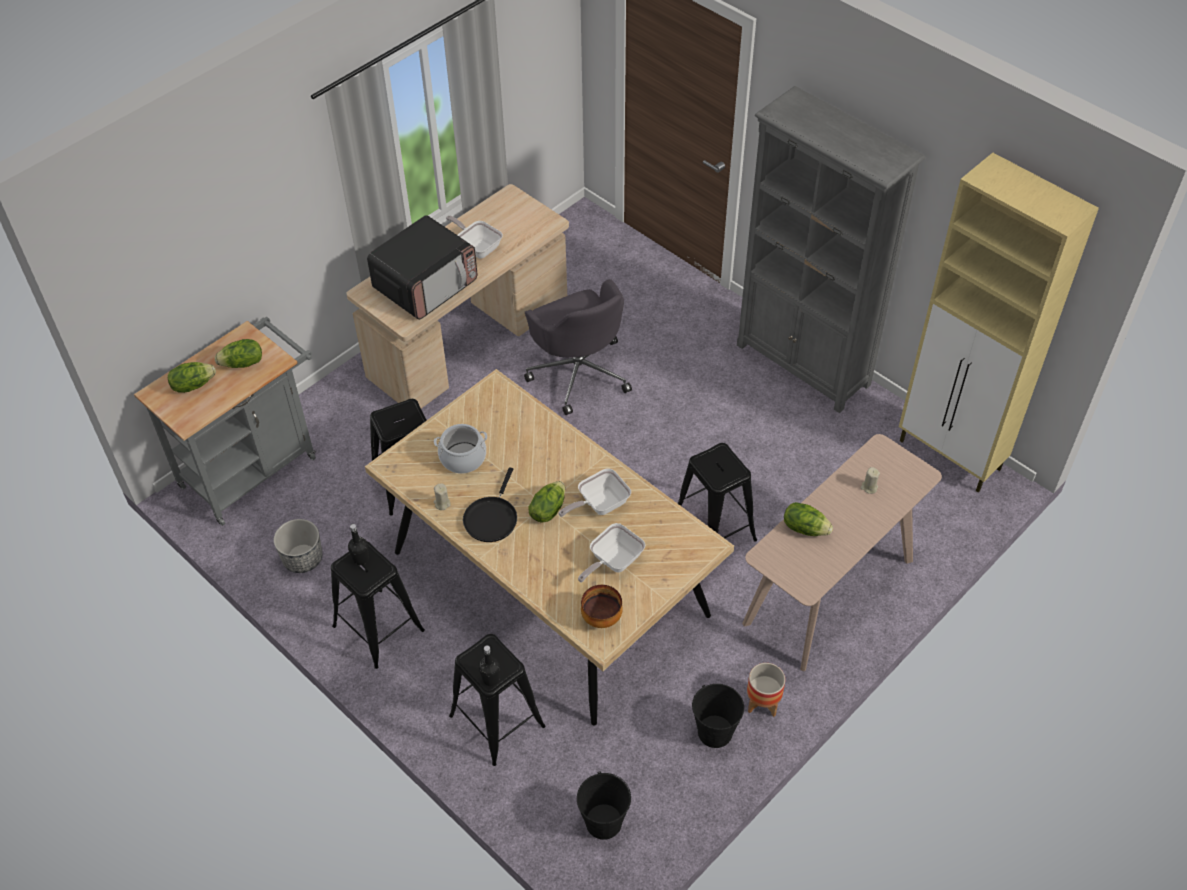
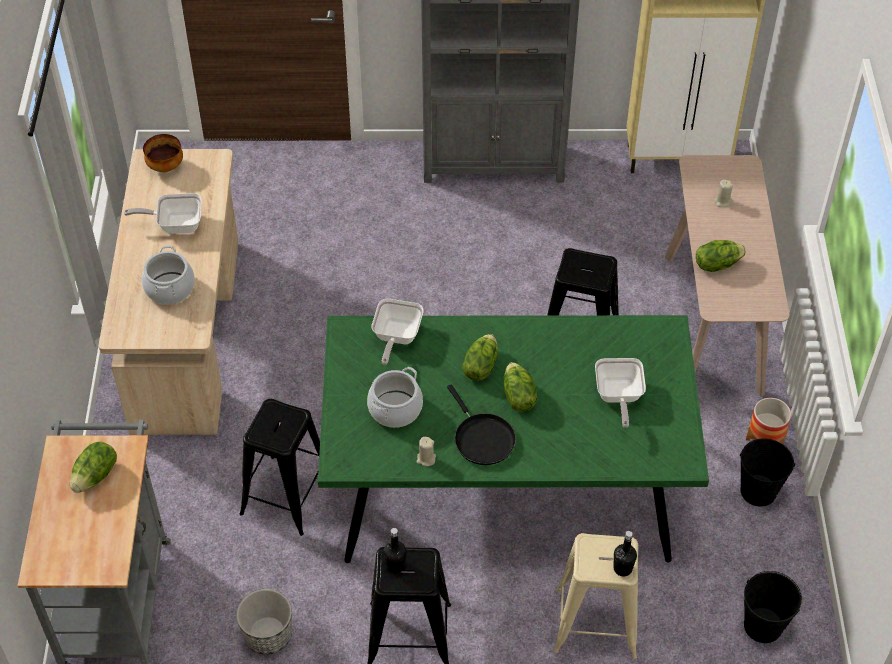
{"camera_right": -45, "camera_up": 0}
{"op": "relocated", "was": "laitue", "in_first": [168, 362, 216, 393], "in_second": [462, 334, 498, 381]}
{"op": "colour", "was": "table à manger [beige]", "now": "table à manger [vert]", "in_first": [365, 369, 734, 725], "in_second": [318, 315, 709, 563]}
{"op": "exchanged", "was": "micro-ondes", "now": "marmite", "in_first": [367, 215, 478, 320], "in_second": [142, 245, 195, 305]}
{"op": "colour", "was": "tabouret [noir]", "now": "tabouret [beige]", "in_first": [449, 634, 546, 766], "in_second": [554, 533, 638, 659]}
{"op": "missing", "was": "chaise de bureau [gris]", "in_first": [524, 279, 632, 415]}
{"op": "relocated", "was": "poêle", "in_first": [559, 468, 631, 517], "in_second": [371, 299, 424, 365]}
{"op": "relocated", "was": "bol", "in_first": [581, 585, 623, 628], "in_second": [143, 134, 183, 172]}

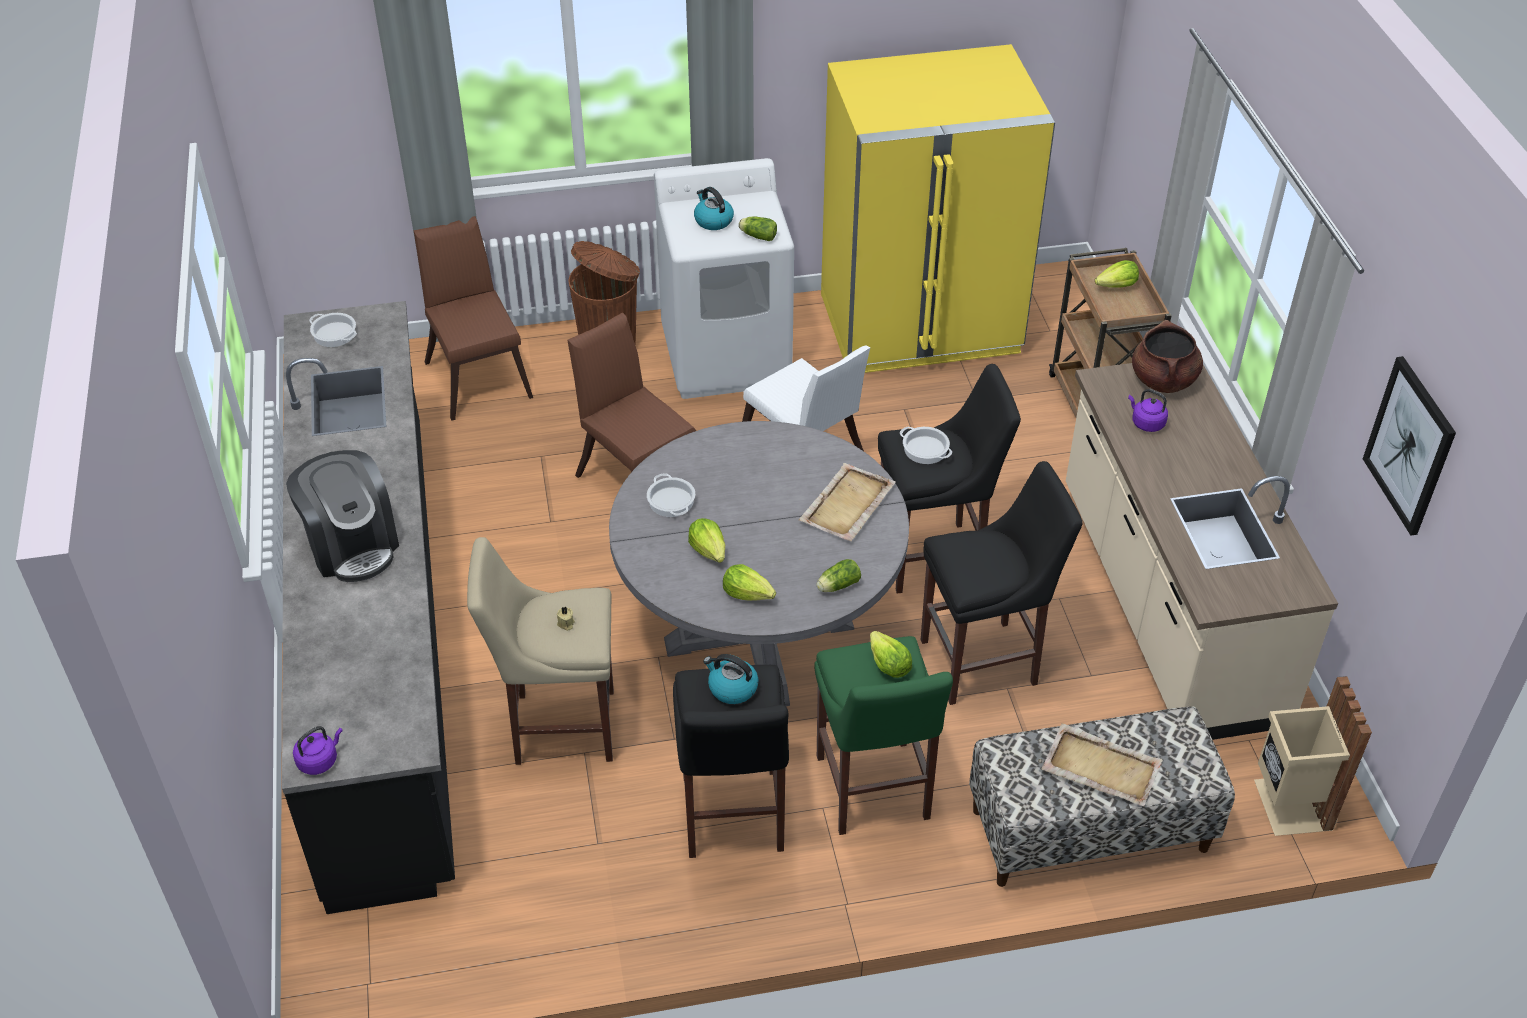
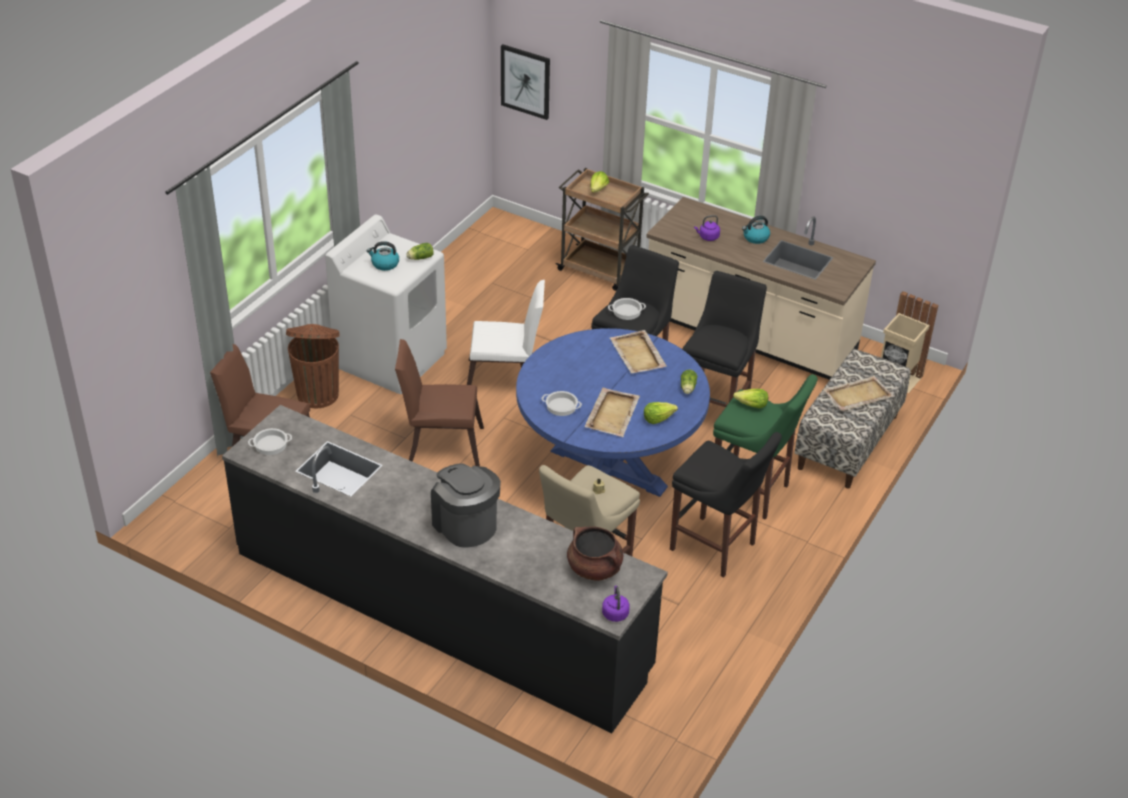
{"camera_right": -50, "camera_up": -5}
{"op": "spun", "was": "machine à café", "in_first": [286, 450, 399, 582], "in_second": [431, 463, 501, 547], "clockwise": -135}
{"op": "colour", "was": "table à manger [gris]", "now": "table à manger [bleu]", "in_first": [609, 421, 909, 706], "in_second": [516, 328, 710, 497]}
{"op": "exchanged", "was": "laitue", "now": "plateau [beige]", "in_first": [688, 518, 725, 563], "in_second": [585, 387, 640, 437]}
{"op": "relocated", "was": "bouilloire", "in_first": [703, 654, 759, 704], "in_second": [742, 216, 770, 244]}
{"op": "missing", "was": "réfrigérateur [jaune]", "in_first": [821, 44, 1055, 373]}
{"op": "relocated", "was": "marmite [marron]", "in_first": [1132, 320, 1203, 393], "in_second": [567, 527, 623, 581]}
{"op": "relocated", "was": "tableau", "in_first": [1363, 356, 1456, 535], "in_second": [501, 44, 550, 120]}

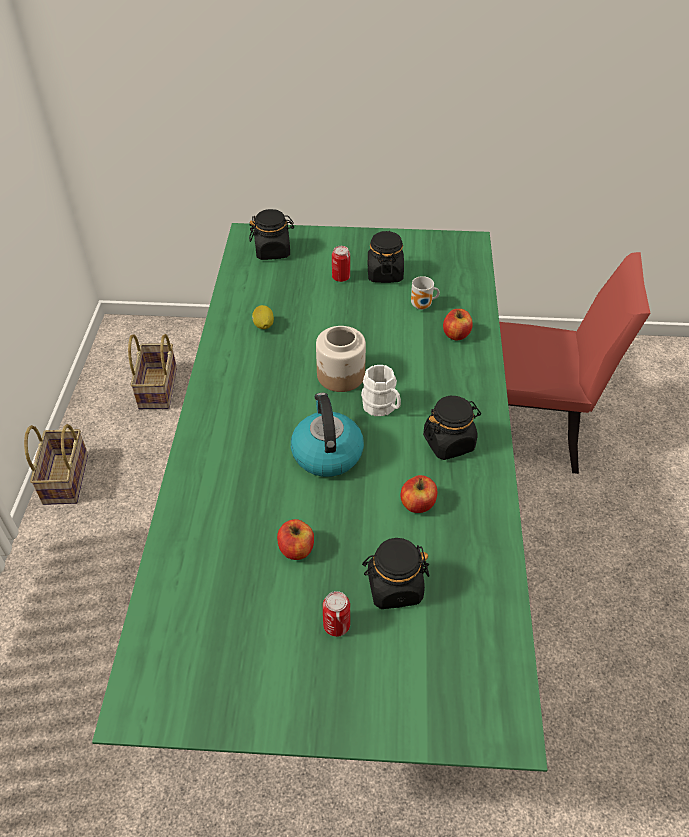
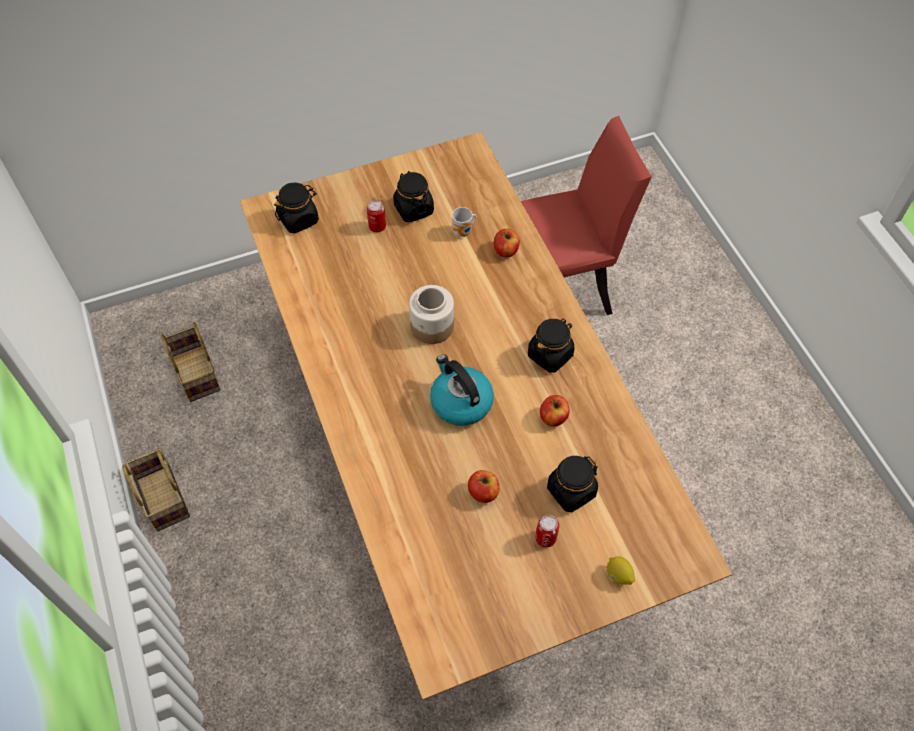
{"camera_right": -25, "camera_up": 10}
{"op": "colour", "was": "table à manger [vert]", "now": "table à manger [marron]", "in_first": [92, 223, 548, 772], "in_second": [240, 132, 732, 700]}
{"op": "relocated", "was": "citron", "in_first": [252, 305, 274, 329], "in_second": [607, 557, 635, 585]}
{"op": "missing", "was": "mug [blanc]", "in_first": [361, 365, 401, 416]}

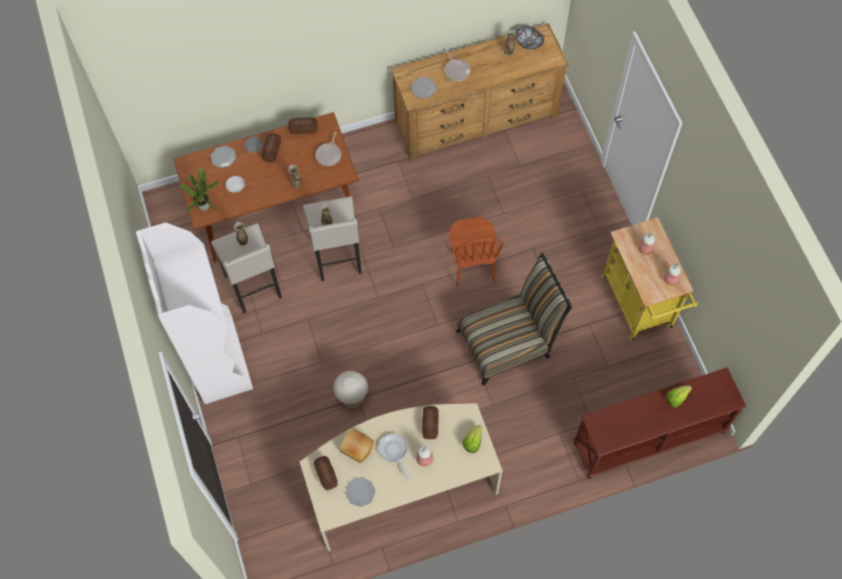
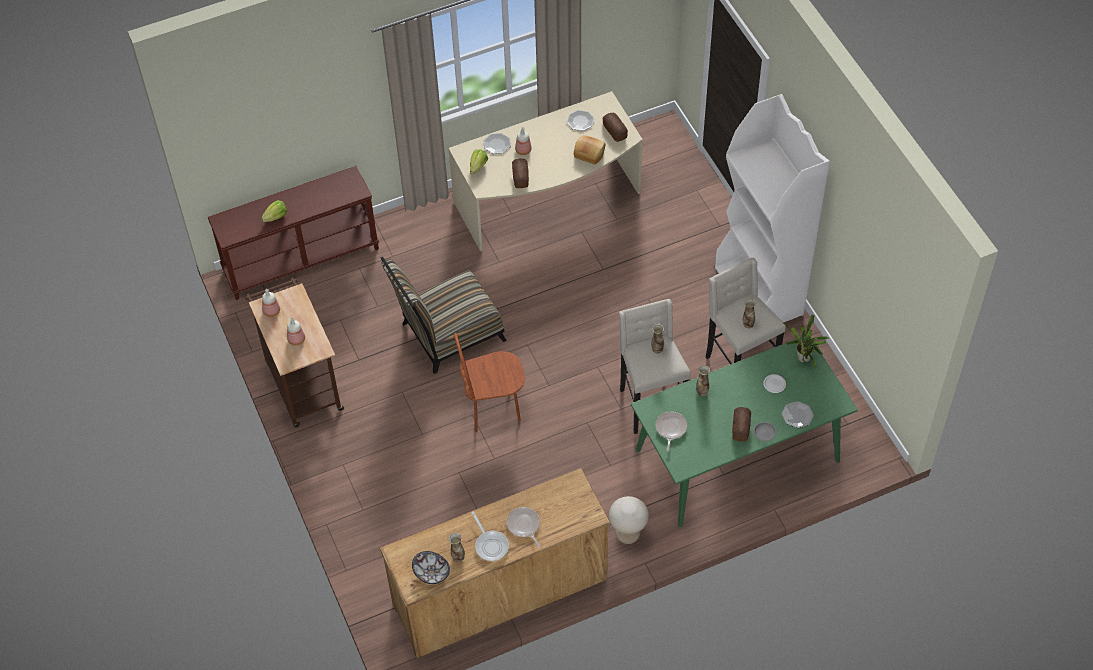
{"camera_right": 175, "camera_up": -10}
{"op": "colour", "was": "table à manger [marron]", "now": "table à manger [vert]", "in_first": [173, 112, 359, 263], "in_second": [631, 337, 858, 528]}
{"op": "missing", "was": "pain", "in_first": [288, 117, 318, 134]}
{"op": "relocated", "was": "tabouret [beige]", "in_first": [333, 371, 368, 408], "in_second": [609, 496, 649, 544]}
{"op": "relocated", "was": "poêle", "in_first": [378, 434, 409, 480], "in_second": [471, 512, 509, 561]}
{"op": "relocated", "was": "assiette", "in_first": [412, 78, 436, 98], "in_second": [484, 133, 511, 154]}
{"op": "spun", "was": "chaise [marron]", "in_first": [449, 217, 504, 287], "in_second": [454, 333, 525, 432], "clockwise": -90}
{"op": "colour", "was": "chariot [jaune]", "now": "chariot [marron]", "in_first": [601, 217, 698, 340], "in_second": [245, 278, 344, 428]}

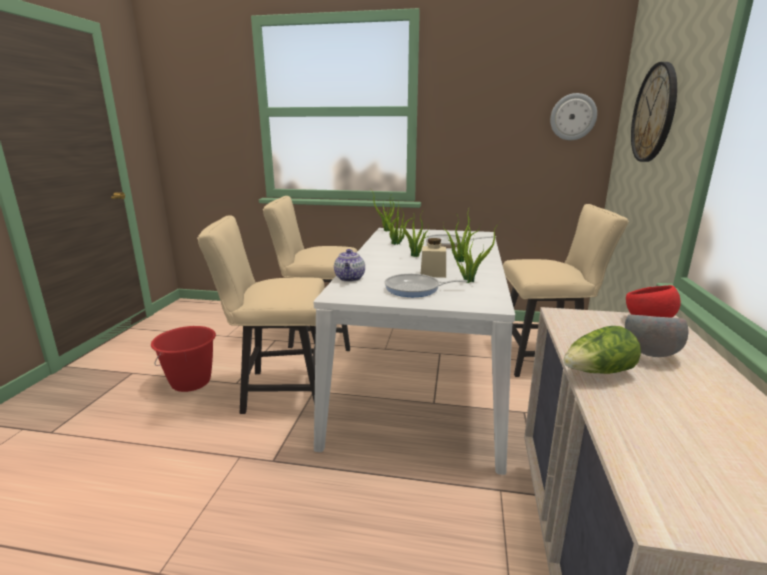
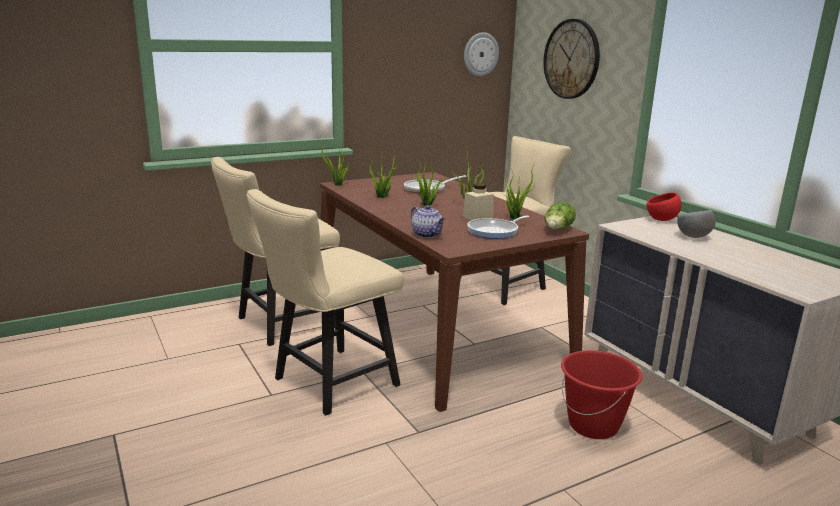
{"camera_right": -40, "camera_up": 0}
{"op": "relocated", "was": "seau [rouge]", "in_first": [151, 326, 216, 392], "in_second": [561, 350, 642, 439]}
{"op": "colour", "was": "table à manger [blanc]", "now": "table à manger [marron]", "in_first": [313, 228, 515, 475], "in_second": [320, 172, 589, 412]}
{"op": "relocated", "was": "laitue", "in_first": [563, 326, 641, 374], "in_second": [544, 202, 576, 230]}

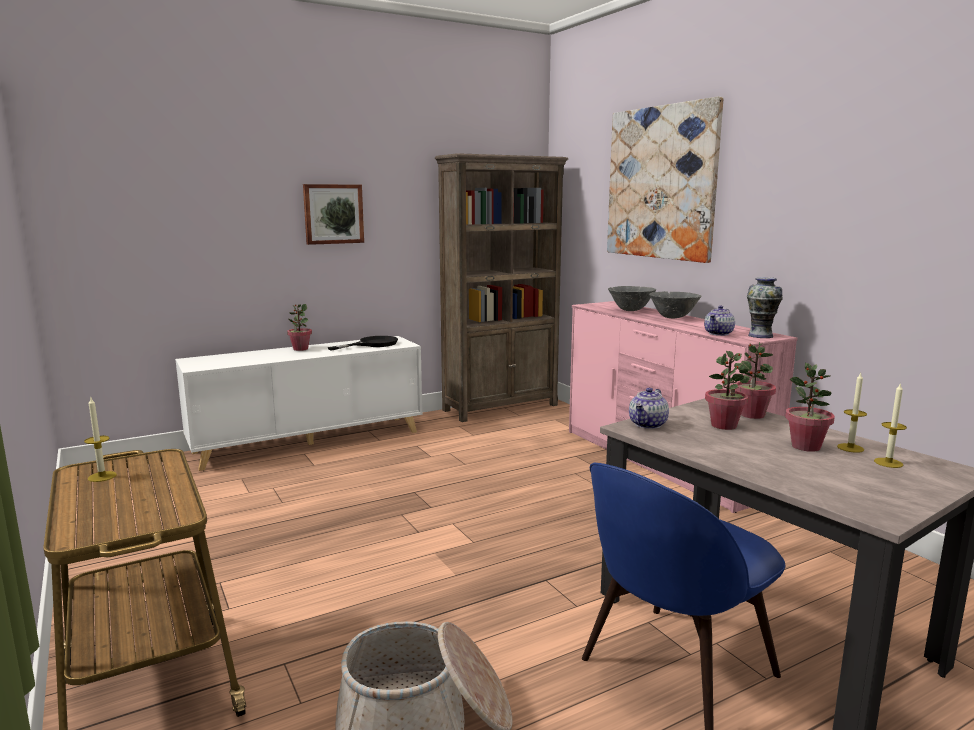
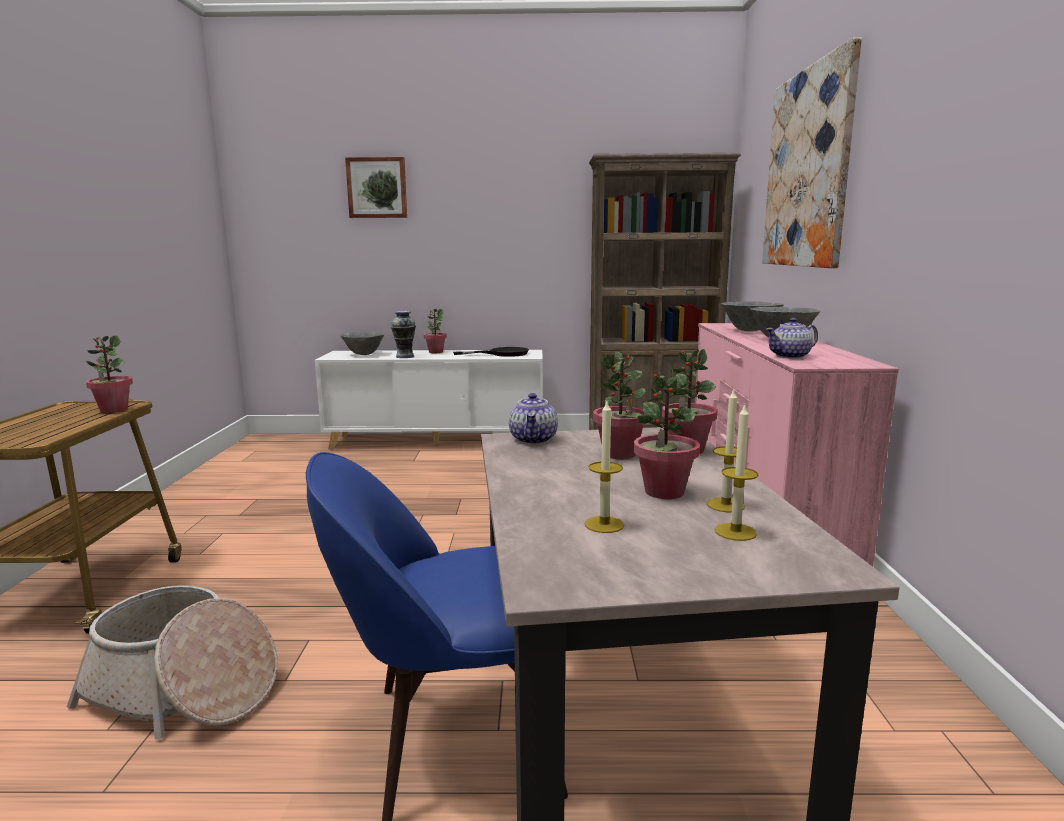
{"camera_right": 30, "camera_up": 0}
{"op": "relocated", "was": "bougie", "in_first": [84, 398, 117, 482], "in_second": [585, 401, 624, 533]}
{"op": "relocated", "was": "tableau", "in_first": [303, 184, 364, 245], "in_second": [345, 157, 407, 218]}
{"op": "spun", "was": "théière", "in_first": [629, 388, 669, 429], "in_second": [509, 393, 558, 444], "clockwise": -60}
{"op": "relocated", "was": "vase", "in_first": [747, 277, 783, 338], "in_second": [390, 311, 416, 358]}
{"op": "appeared", "now": "plante en pot", "in_second": [86, 335, 133, 413]}
{"op": "appeared", "now": "bol [gris]", "in_second": [340, 332, 384, 355]}

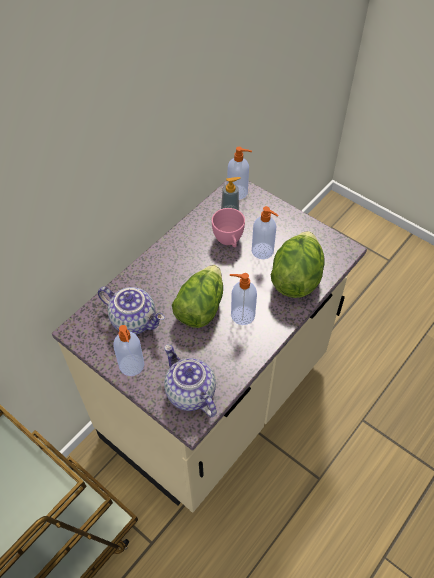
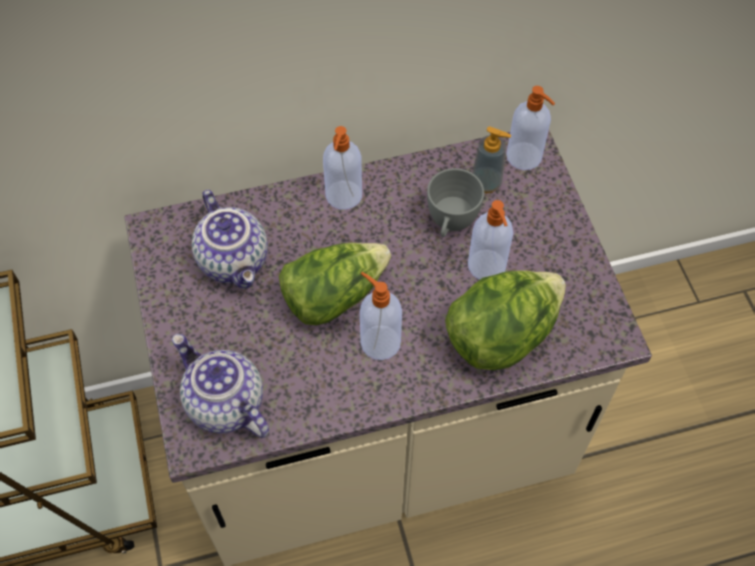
{"camera_right": 35, "camera_up": 5}
{"op": "relocated", "was": "distributeur de savon", "in_first": [113, 325, 145, 376], "in_second": [323, 126, 362, 210]}
{"op": "spun", "was": "théière", "in_first": [164, 344, 217, 417], "in_second": [172, 334, 269, 438], "clockwise": -45}
{"op": "colour", "was": "tasse [rose]", "now": "tasse [gris]", "in_first": [212, 208, 245, 247], "in_second": [427, 168, 484, 237]}

